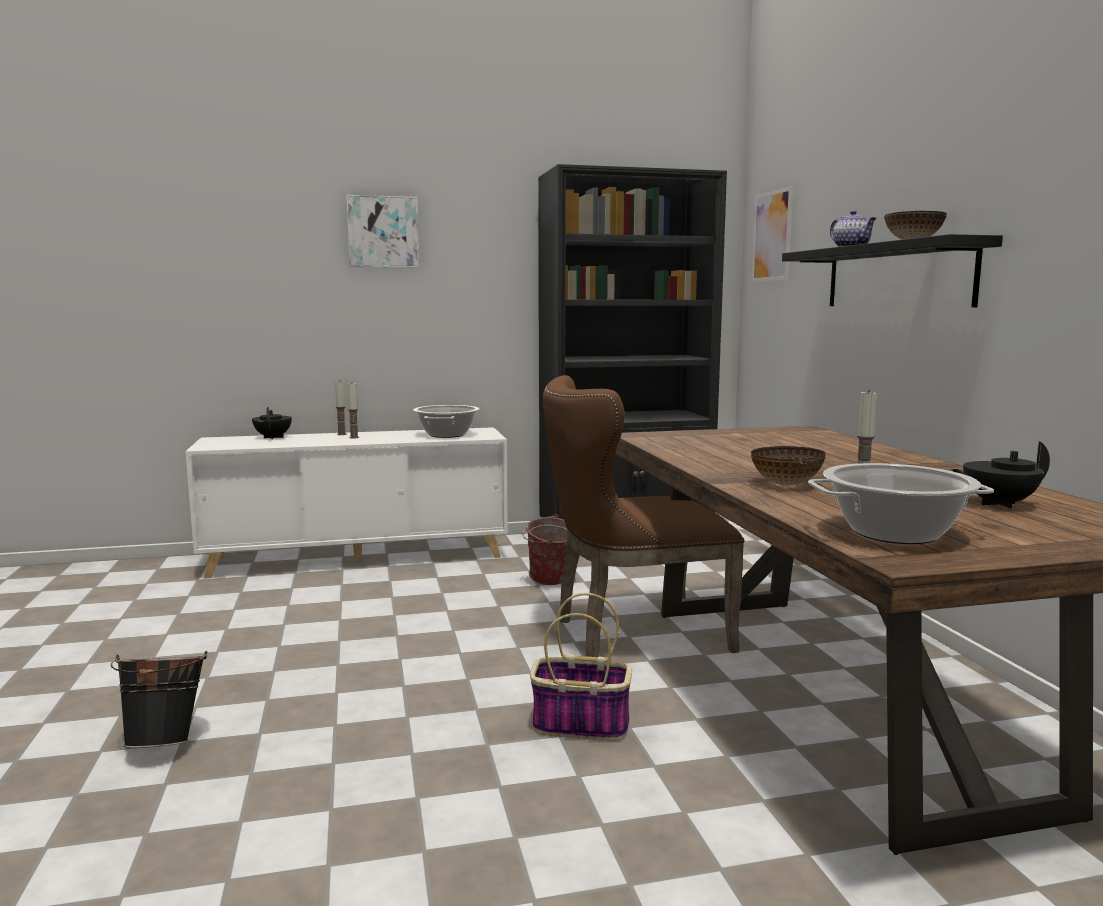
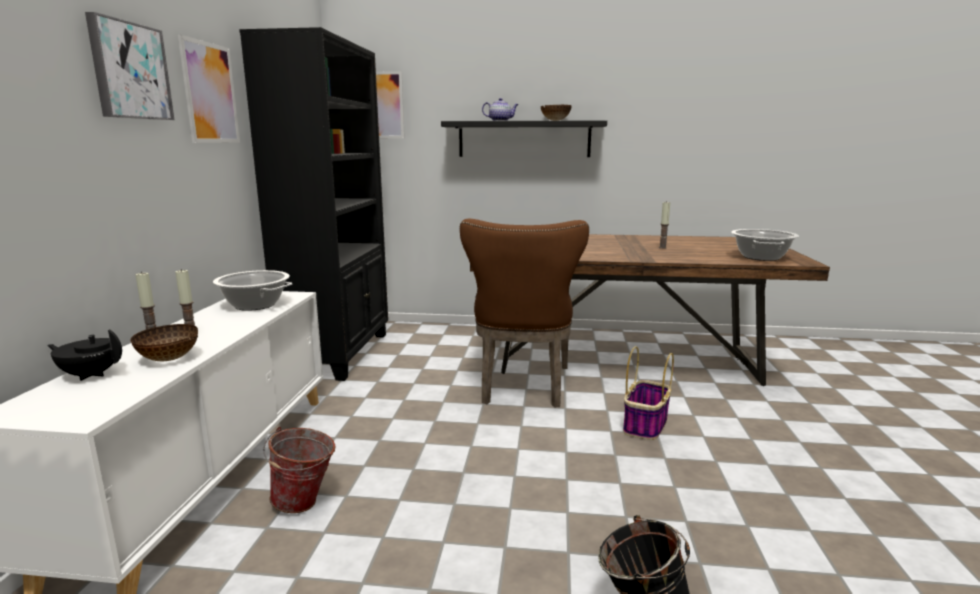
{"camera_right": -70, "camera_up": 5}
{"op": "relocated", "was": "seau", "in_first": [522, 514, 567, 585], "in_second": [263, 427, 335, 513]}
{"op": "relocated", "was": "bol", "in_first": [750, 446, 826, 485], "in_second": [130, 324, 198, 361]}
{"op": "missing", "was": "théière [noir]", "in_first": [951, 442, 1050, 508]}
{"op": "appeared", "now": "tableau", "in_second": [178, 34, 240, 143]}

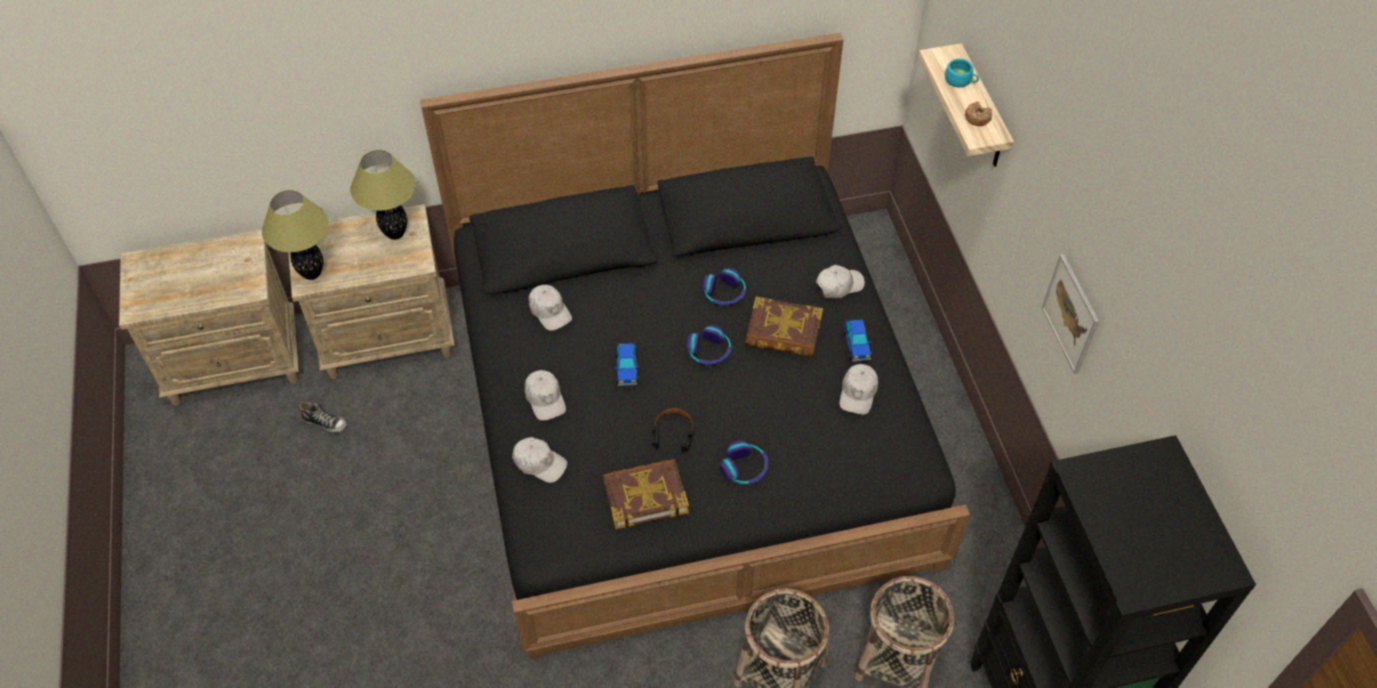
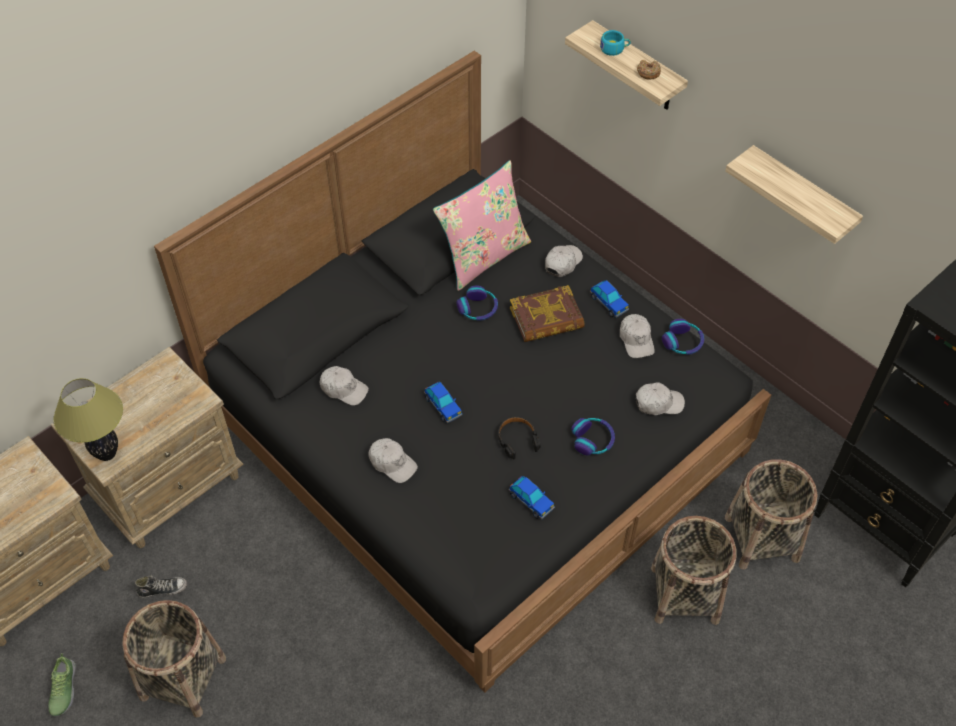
{"camera_right": -30, "camera_up": 0}
{"op": "missing", "was": "lampe de table", "in_first": [350, 150, 416, 240]}
{"op": "relocated", "was": "casquette [blanc]", "in_first": [512, 437, 568, 483], "in_second": [636, 382, 685, 415]}
{"op": "exchanged", "was": "livre", "now": "petite voiture", "in_first": [603, 459, 689, 529], "in_second": [509, 476, 555, 519]}
{"op": "relocated", "was": "casque audio", "in_first": [686, 325, 732, 365], "in_second": [662, 319, 704, 355]}
{"op": "exchanged", "was": "tableau", "now": "étagère", "in_first": [1042, 254, 1099, 374], "in_second": [725, 145, 863, 244]}
{"op": "appeared", "now": "chaussure", "in_second": [48, 653, 76, 717]}
{"op": "appeared", "now": "panier", "in_second": [122, 600, 226, 718]}
{"op": "appeared", "now": "coussin [rose]", "in_second": [433, 160, 531, 291]}

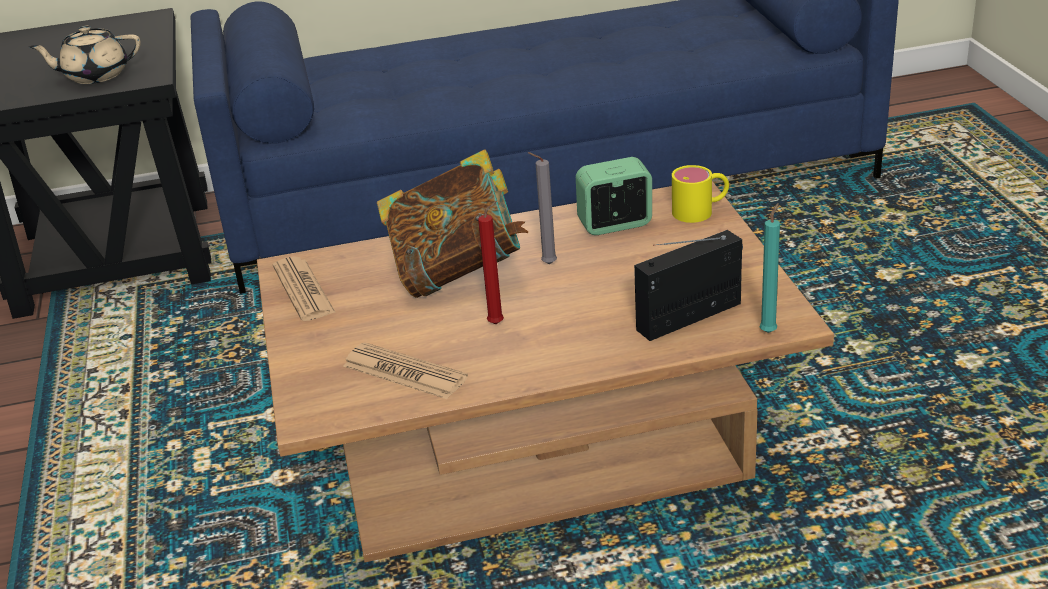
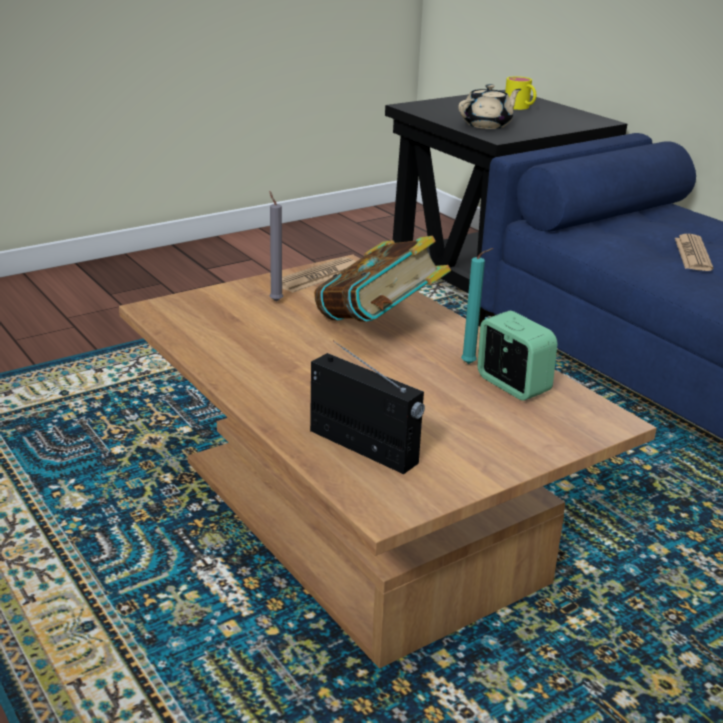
{"camera_right": 65, "camera_up": -5}
{"op": "spun", "was": "théière [beige]", "in_first": [29, 26, 141, 84], "in_second": [458, 84, 521, 129], "clockwise": 90}
{"op": "relocated", "was": "journal", "in_first": [343, 342, 468, 399], "in_second": [675, 234, 713, 271]}
{"op": "missing", "was": "bougie [rouge]", "in_first": [478, 201, 504, 324]}
{"op": "relocated", "was": "bougie [gris]", "in_first": [528, 152, 557, 264], "in_second": [269, 191, 283, 302]}
{"op": "relocated", "was": "mug [jaune]", "in_first": [672, 165, 729, 223], "in_second": [505, 76, 536, 110]}
{"op": "relocated", "was": "bougie [turquoise]", "in_first": [759, 203, 780, 333], "in_second": [461, 248, 494, 364]}

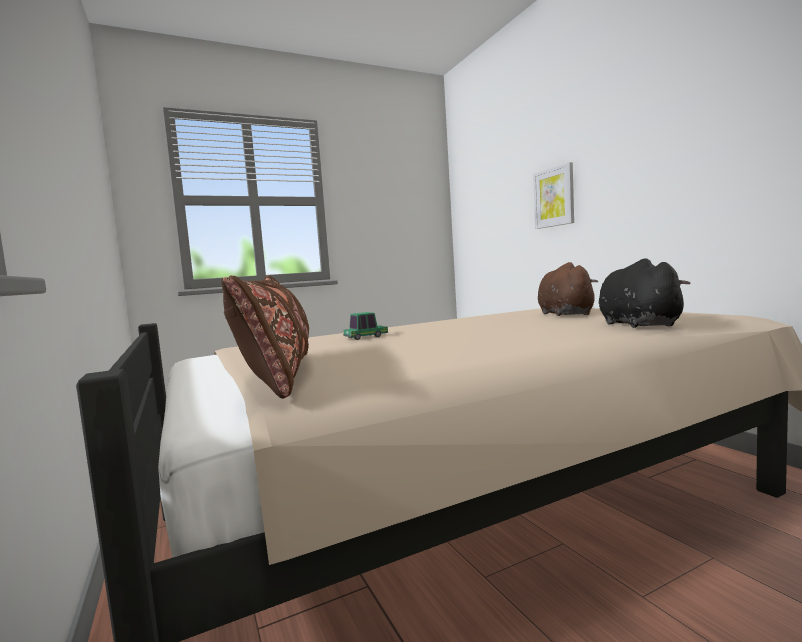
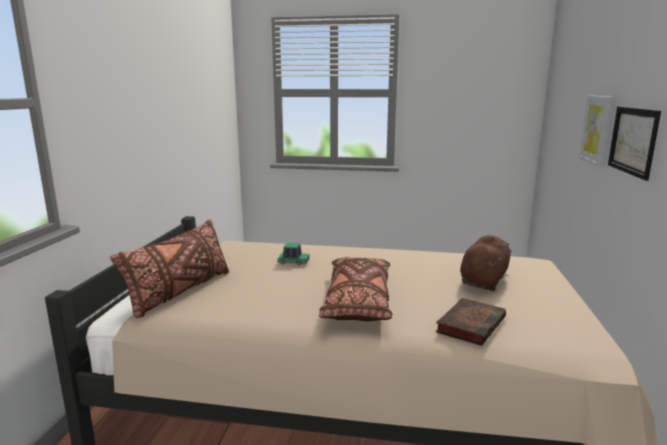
{"camera_right": 35, "camera_up": 10}
{"op": "exchanged", "was": "peluche [noir]", "now": "livre", "in_first": [599, 258, 691, 328], "in_second": [435, 298, 506, 346]}
{"op": "appeared", "now": "coussin [marron]", "in_second": [319, 257, 392, 321]}
{"op": "appeared", "now": "tableau", "in_second": [608, 106, 661, 181]}

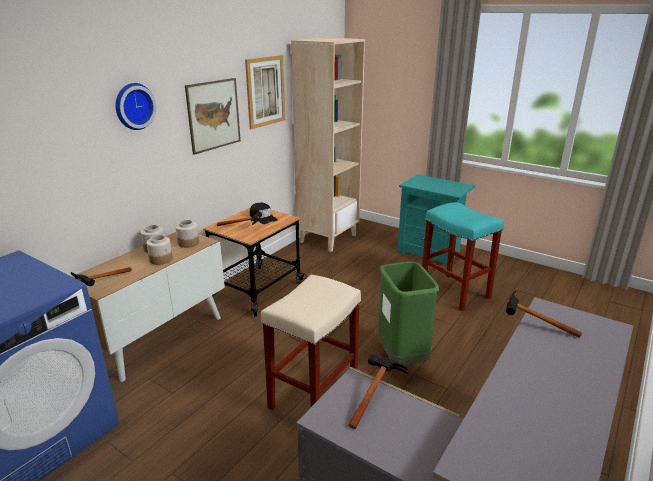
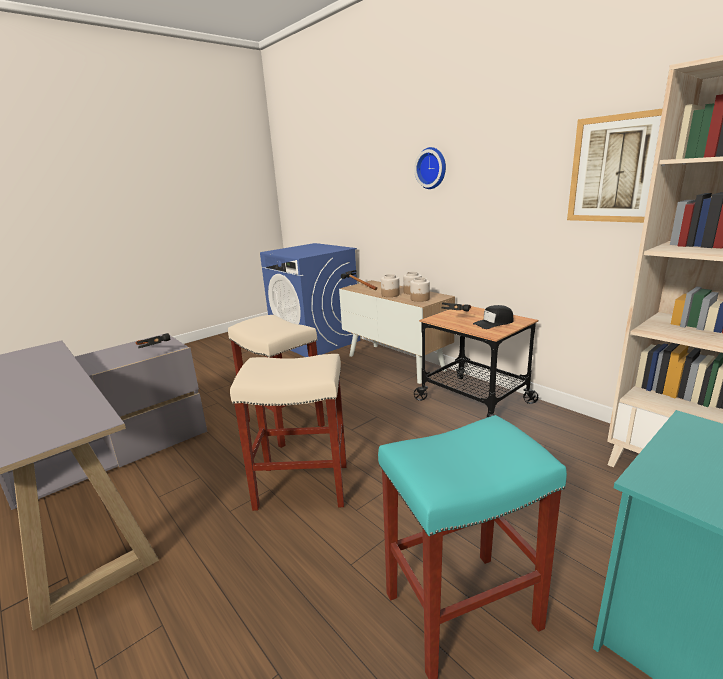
{"camera_right": 105, "camera_up": -5}
{"op": "missing", "was": "tableau", "in_first": [185, 78, 241, 155]}
{"op": "exchanged", "was": "poubelle [vert]", "now": "tabouret [beige]", "in_first": [378, 261, 439, 365], "in_second": [230, 354, 347, 511]}
{"op": "missing", "was": "marteau", "in_first": [506, 290, 582, 338]}

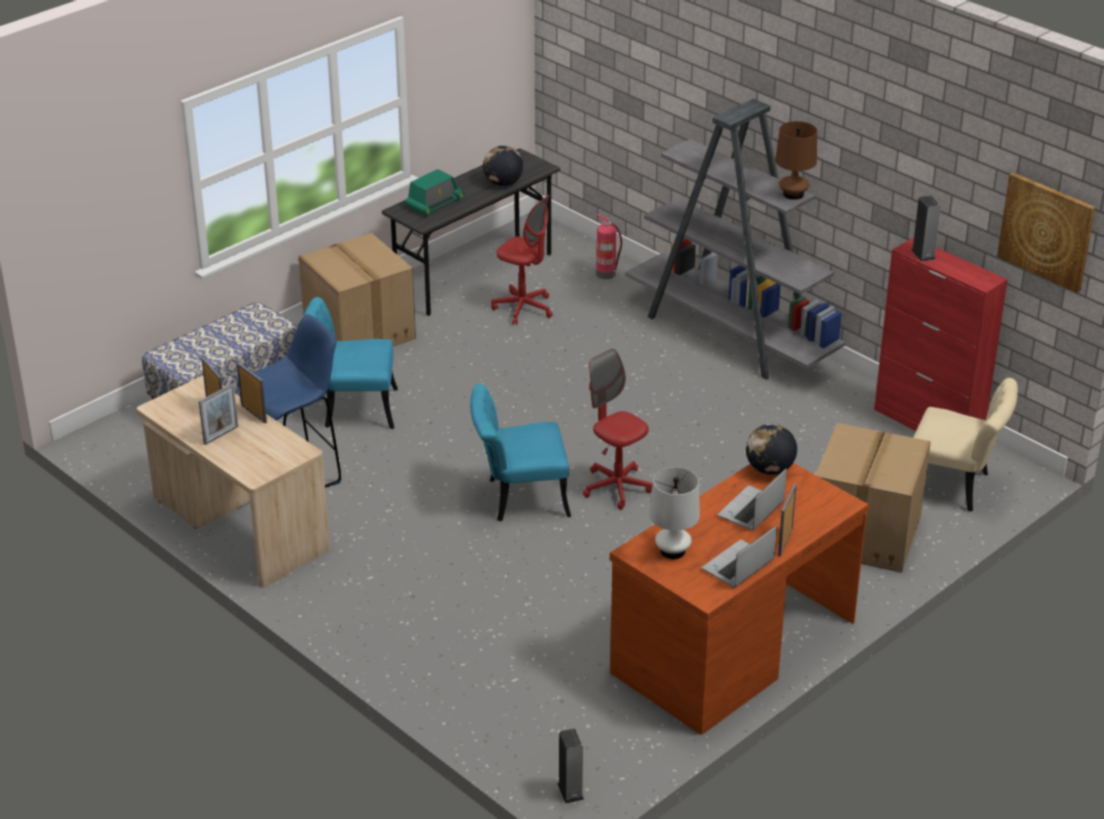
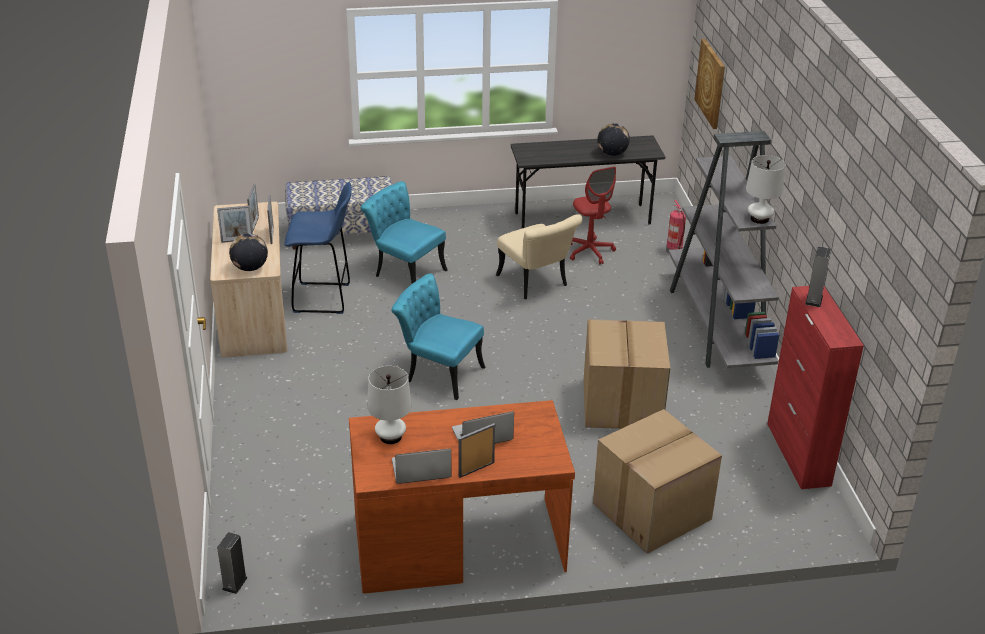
{"camera_right": 35, "camera_up": 0}
{"op": "relocated", "was": "carton", "in_first": [299, 233, 416, 347], "in_second": [584, 319, 670, 429]}
{"op": "missing", "was": "radio", "in_first": [405, 169, 464, 216]}
{"op": "missing", "was": "chaise de bureau [rouge]", "in_first": [583, 349, 653, 510]}
{"op": "relocated", "was": "globe", "in_first": [746, 424, 797, 475], "in_second": [229, 233, 268, 271]}
{"op": "colour", "was": "lampe de table [marron]", "now": "lampe de table [blanc]", "in_first": [775, 121, 817, 200], "in_second": [746, 155, 786, 224]}
{"op": "relocated", "was": "chaise [beige]", "in_first": [913, 378, 1018, 512], "in_second": [496, 214, 582, 299]}
{"op": "relocated", "was": "tableau", "in_first": [997, 172, 1095, 293], "in_second": [694, 39, 725, 129]}

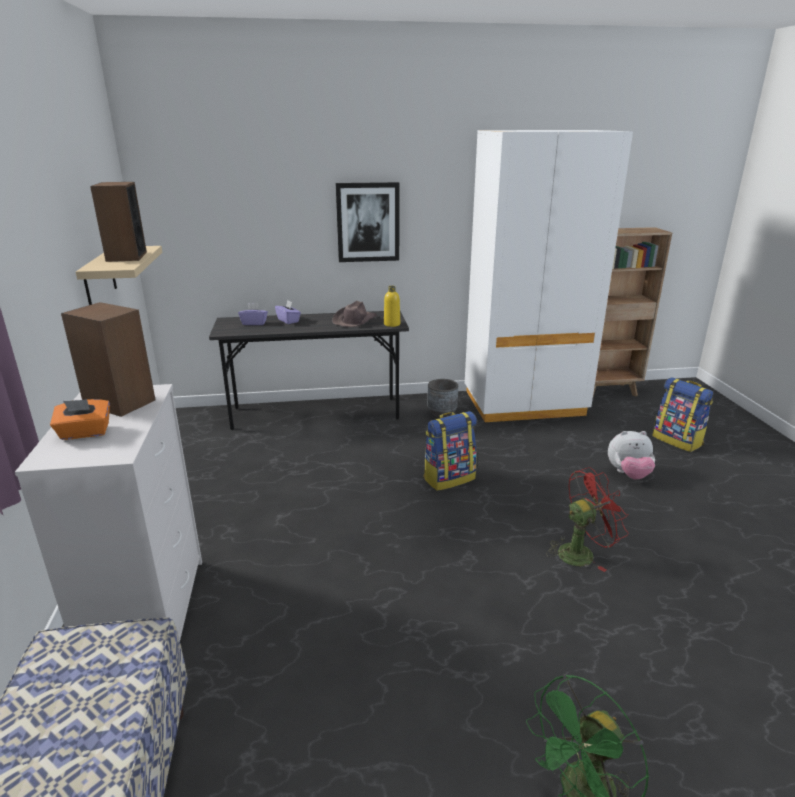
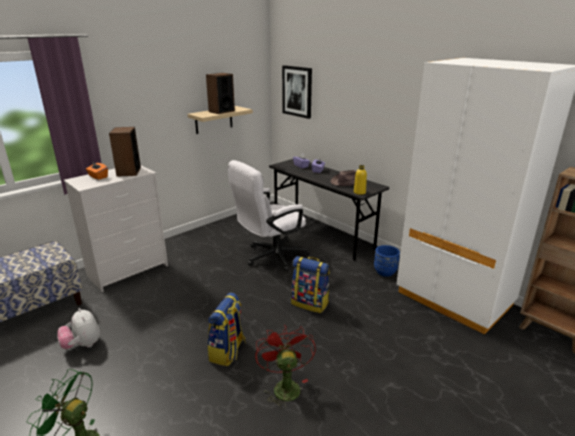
{"camera_right": 55, "camera_up": 0}
{"op": "relocated", "was": "tableau", "in_first": [336, 182, 399, 262], "in_second": [282, 65, 312, 119]}
{"op": "colour", "was": "cache-pot [gris]", "now": "cache-pot [bleu]", "in_first": [427, 379, 458, 418], "in_second": [374, 245, 400, 277]}
{"op": "spun", "was": "ventilateur [rouge]", "in_first": [546, 467, 629, 572], "in_second": [255, 325, 316, 409], "clockwise": -135}
{"op": "relocated", "was": "peluche", "in_first": [608, 431, 655, 480], "in_second": [57, 308, 100, 349]}
{"op": "relocated", "was": "sac à dos", "in_first": [652, 377, 713, 452], "in_second": [207, 293, 246, 367]}
{"op": "appeared", "now": "chaise de bureau [blanc]", "in_second": [228, 160, 310, 271]}

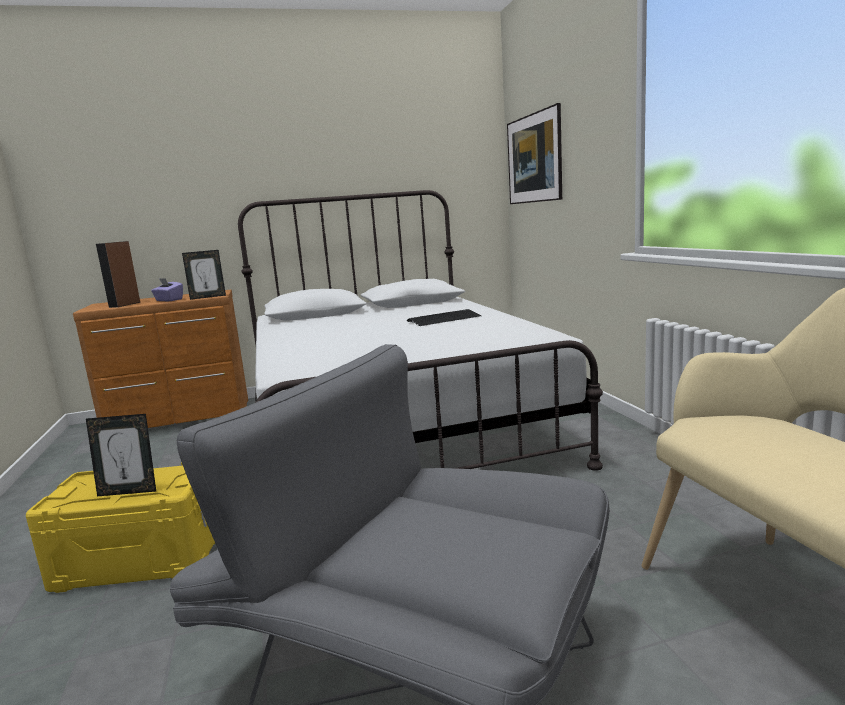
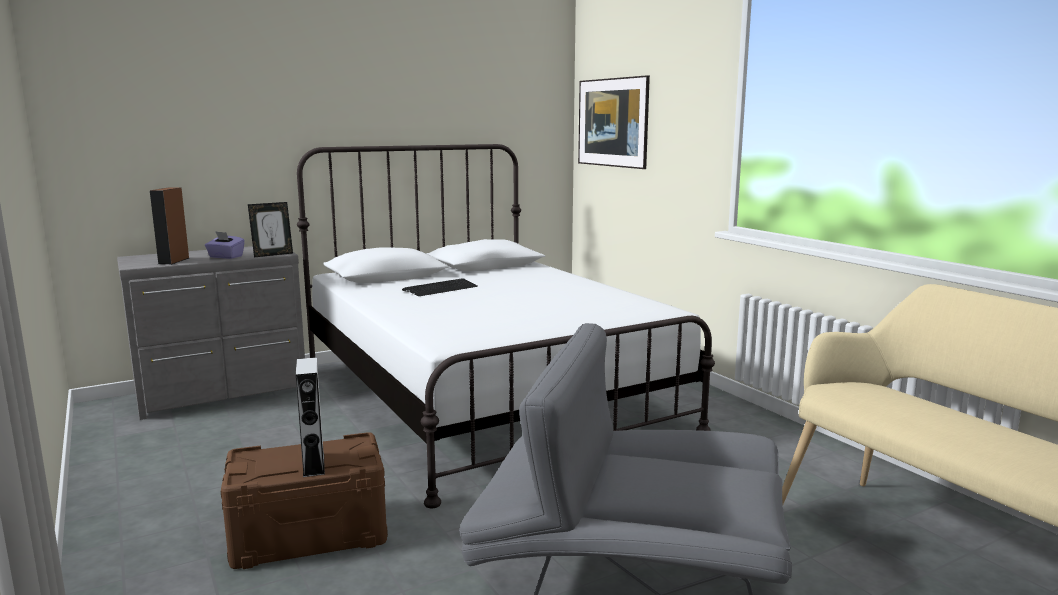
{"camera_right": -15, "camera_up": 0}
{"op": "colour", "was": "boîte de rangement [jaune]", "now": "boîte de rangement [marron]", "in_first": [26, 462, 215, 593], "in_second": [221, 432, 388, 569]}
{"op": "colour", "was": "commode [marron]", "now": "commode [gris]", "in_first": [73, 290, 248, 428], "in_second": [117, 246, 305, 420]}
{"op": "exchanged", "was": "cadre photo", "now": "enceinte [gris]", "in_first": [86, 414, 156, 496], "in_second": [296, 357, 325, 477]}
{"op": "relocated", "was": "clavier", "in_first": [407, 309, 481, 326], "in_second": [402, 278, 478, 297]}

